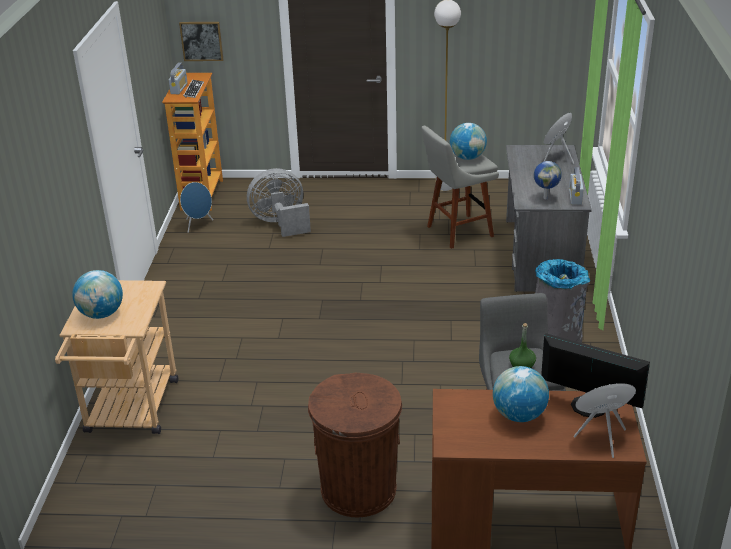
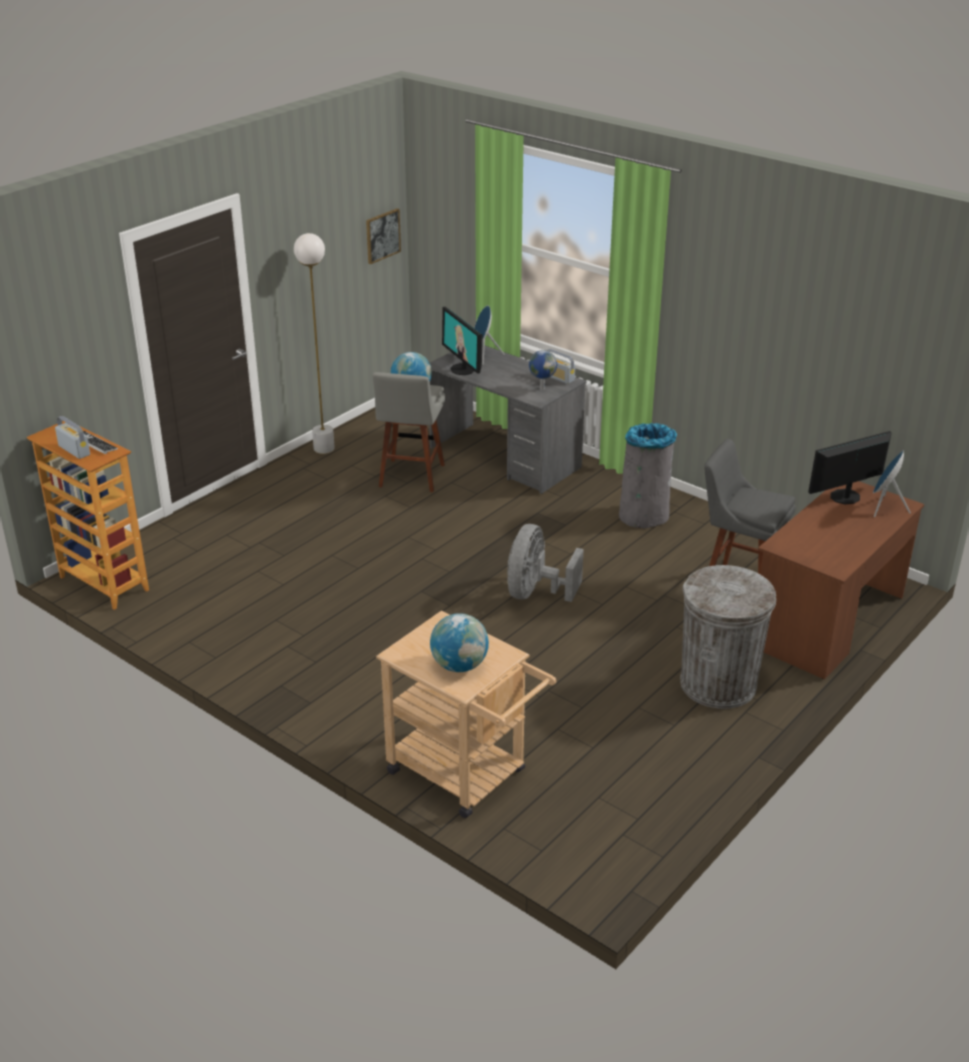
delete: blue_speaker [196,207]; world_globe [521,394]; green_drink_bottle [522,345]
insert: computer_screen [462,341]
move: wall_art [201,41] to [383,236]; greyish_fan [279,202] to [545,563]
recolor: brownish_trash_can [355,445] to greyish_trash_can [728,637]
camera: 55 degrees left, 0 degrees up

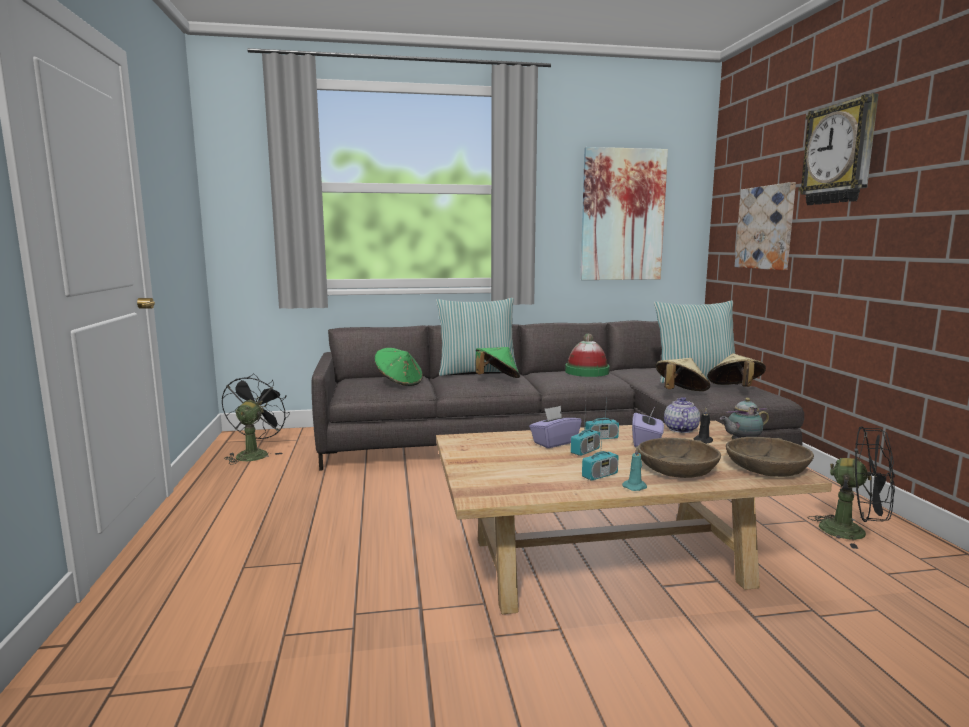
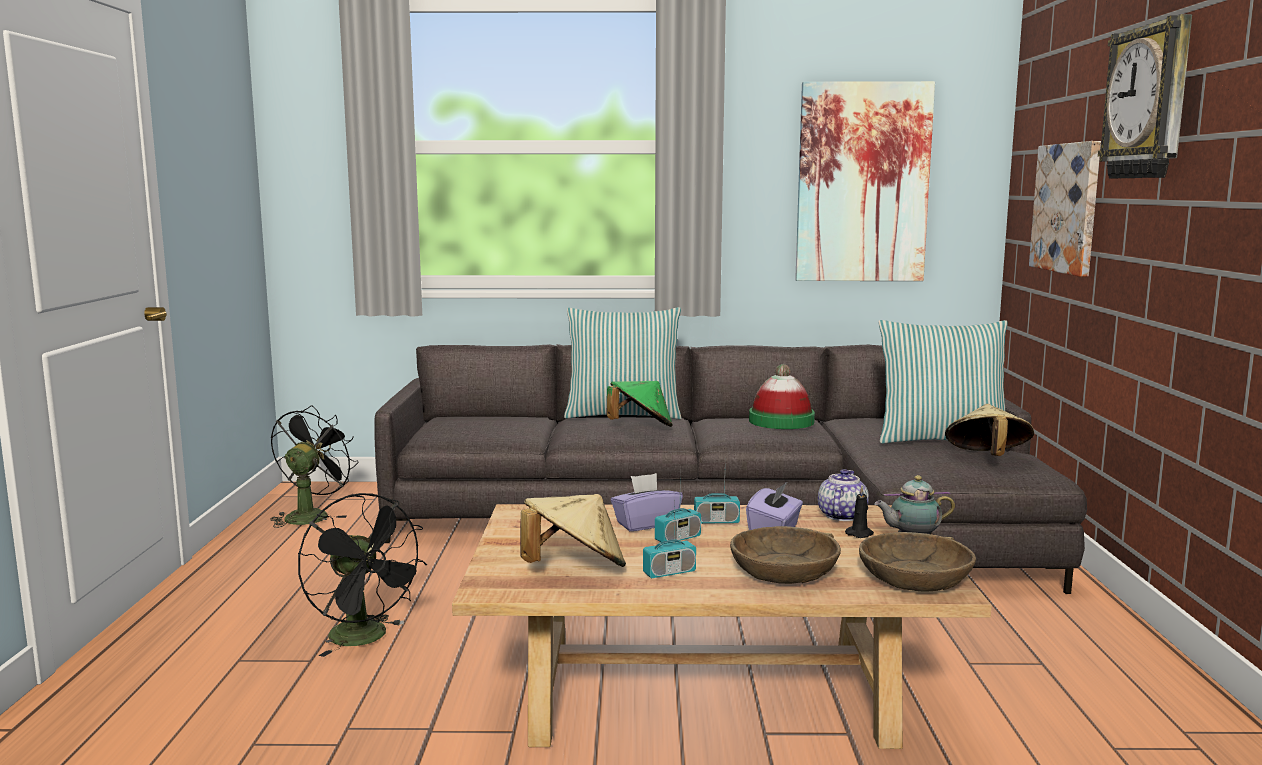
delete: green_hat [398,367]; turquoise-coloured_wax_light [634,468]
move: sand-coloured_hat [682,374] to [573,530]; black-coloured_fan [851,487] to [362,575]
camera: 10 degrees right, 0 degrees up

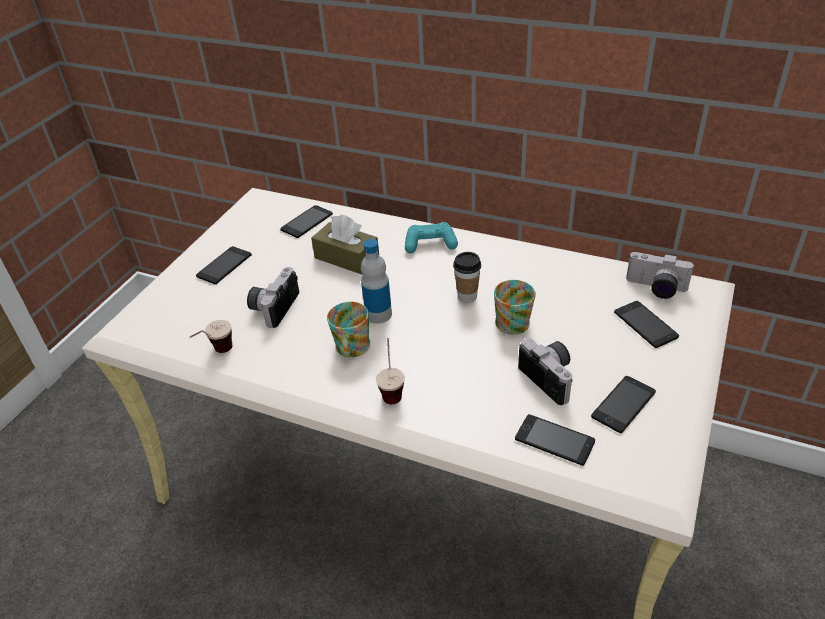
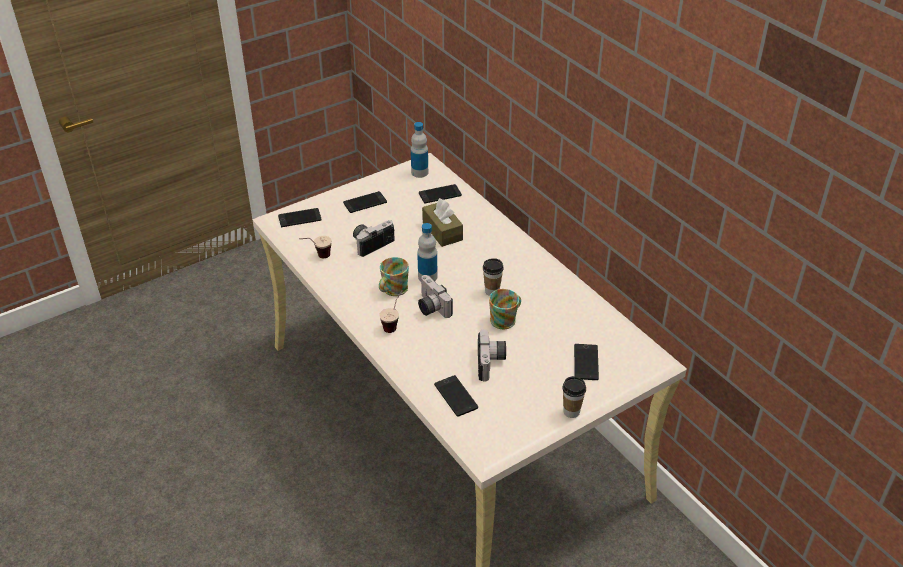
delete: turquoise-coloured_joypad [431,237]
insert: drink_bottle [419,150]; cup [574,397]
move: phone [623,404] to [300,217]; photo_camera [660,275] to [435,296]
camera: 30 degrees right, 0 degrees up

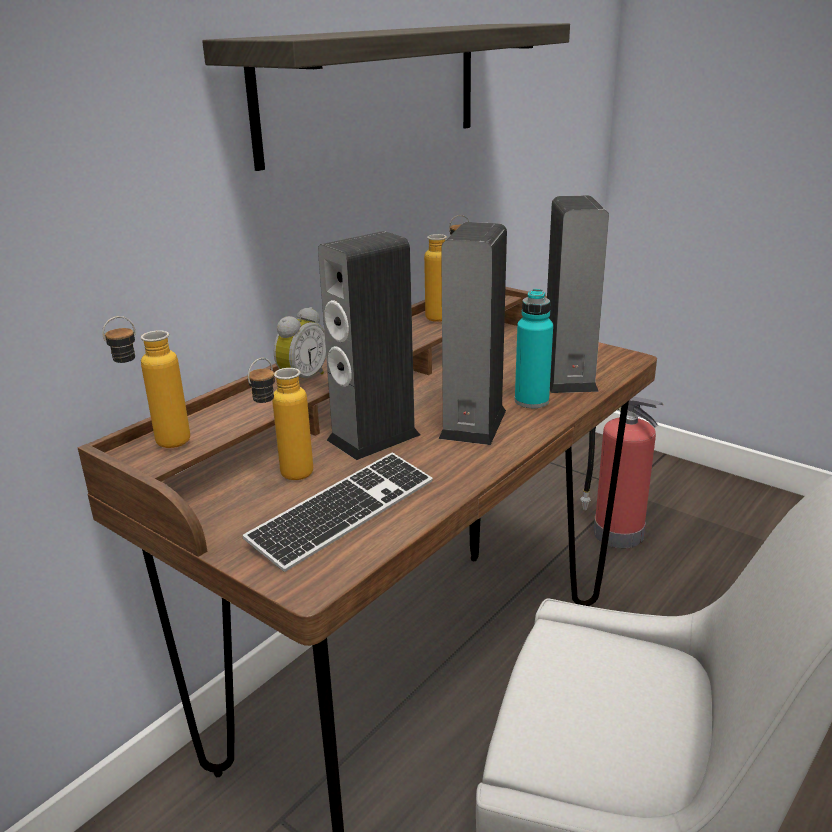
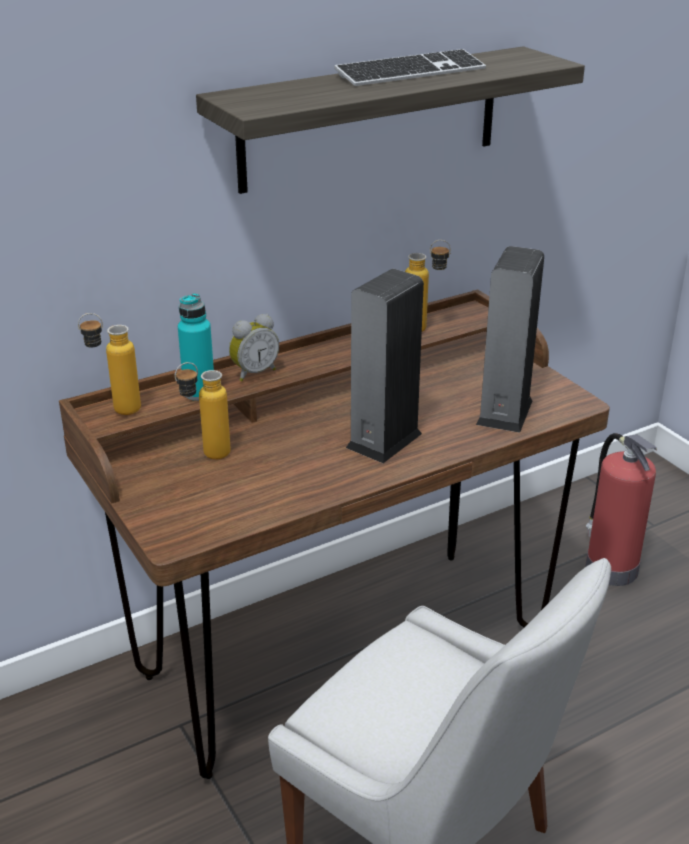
delete: speaker [369,345]
move: keyboard [338,512] to [410,67]; turquoise-coloured_drink_bottle [534,348] to [196,347]
camera: 20 degrees right, 5 degrees up

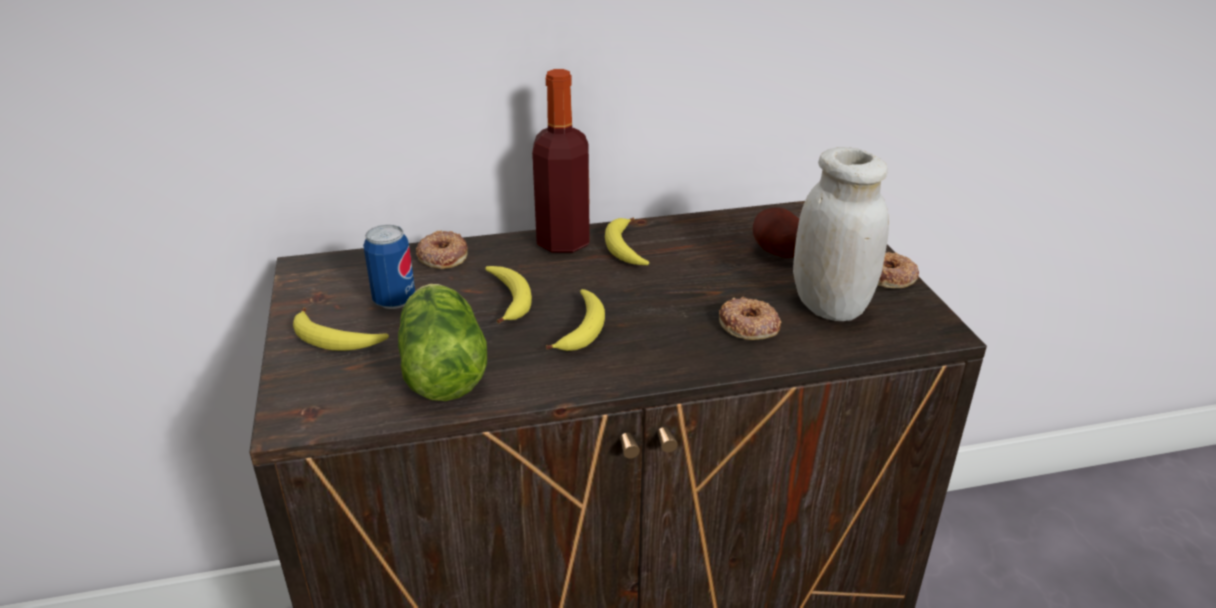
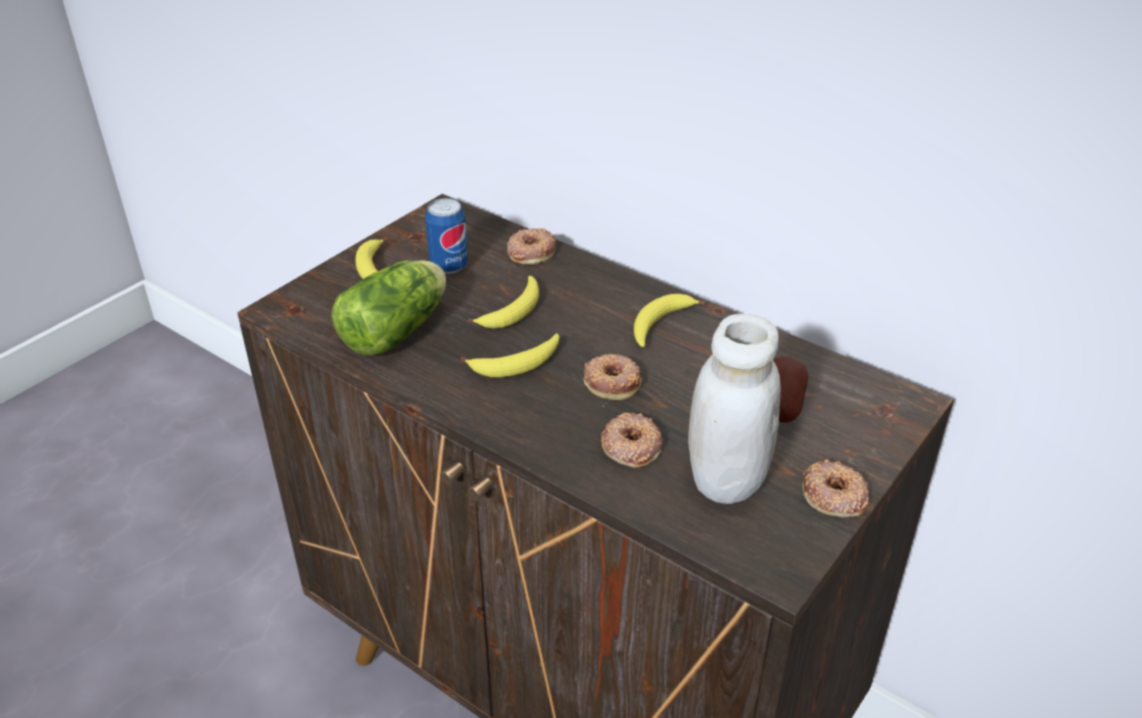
delete: drink_bottle [561,161]
insert: ring_doughnut [613,377]
camera: 50 degrees right, 5 degrees up

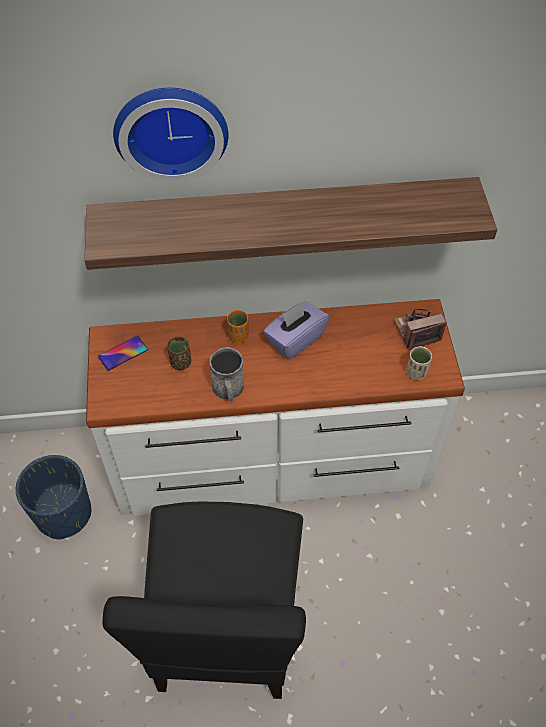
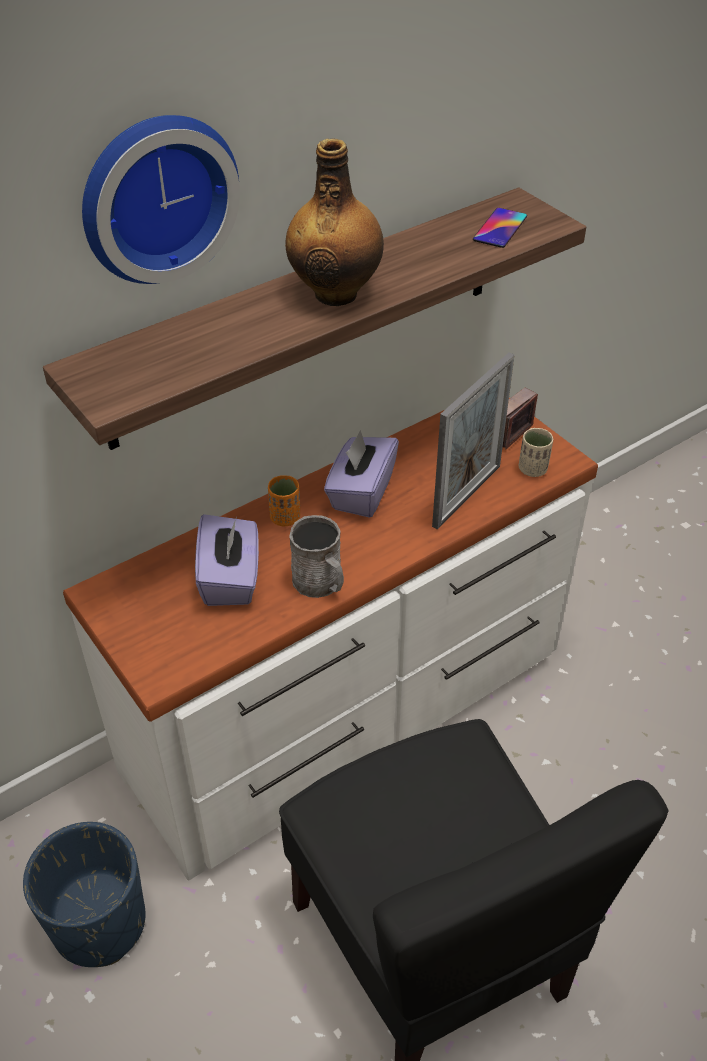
insert: drink_bottle [334,222]; standing_frame [473,441]
move: phone [123,353] to [500,228]
replace: brownish_cup [179,353] to purple-coloured_tissue_box [227,560]
camera: 30 degrees left, 10 degrees down

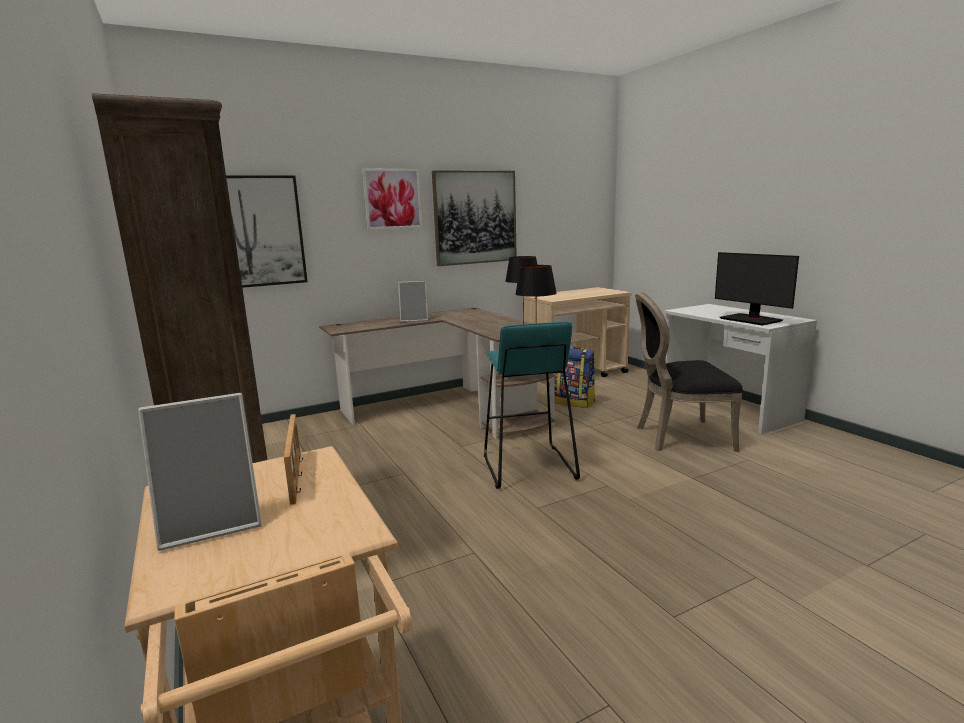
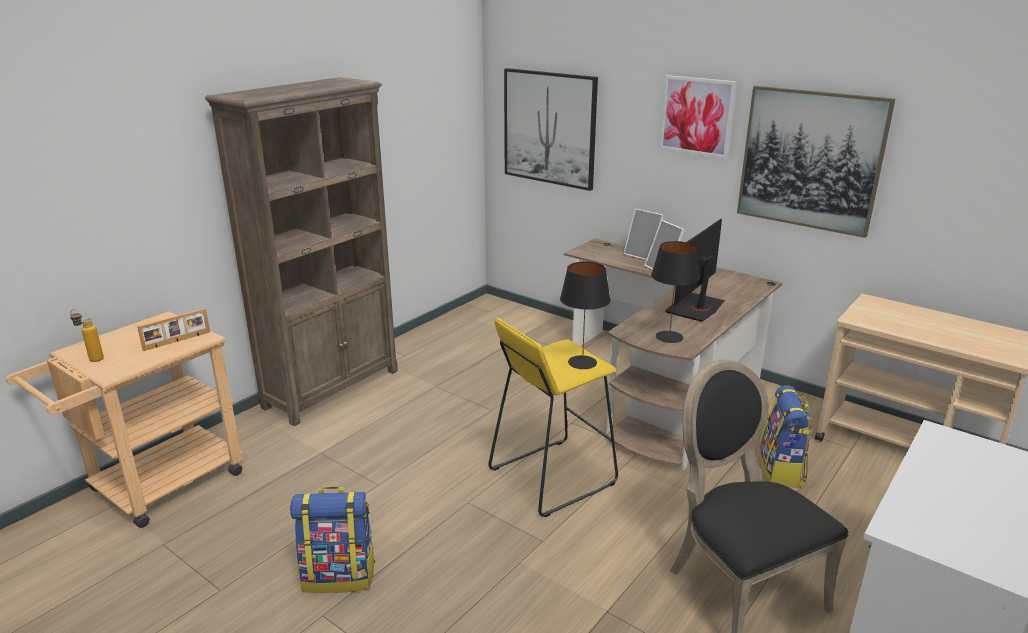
insert: drink_bottle [87,335]; knapsack [333,539]
move: standing_frame [200,472] to [643,234]; computer_screen [757,289] to [695,270]
recolor: turquoise-coloured_stool_seat [532,405] to yellowish_stool_seat [553,417]
camera: 65 degrees right, 10 degrees up

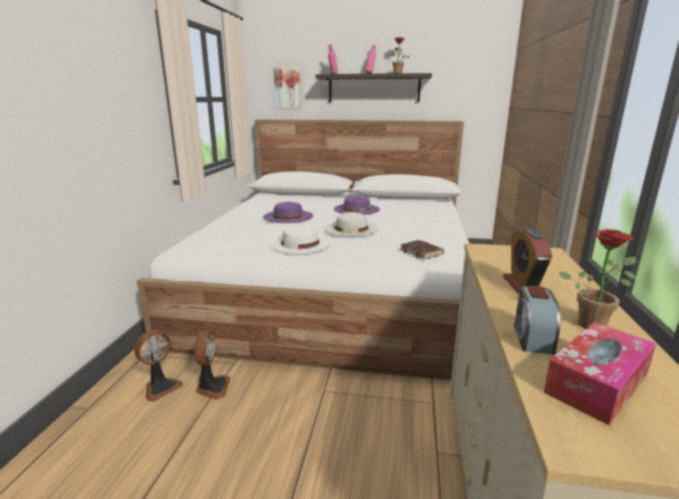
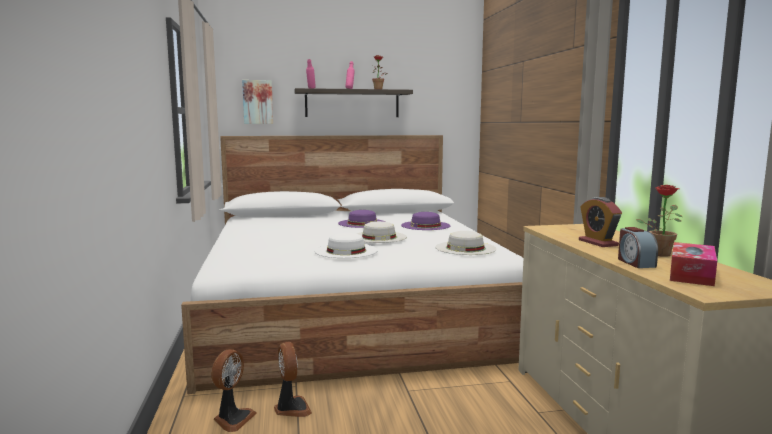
move: purple-coloured_hat [288,212] to [426,221]
replace: brownish_book [422,250] to white_hat [466,243]
camera: 20 degrees left, 10 degrees down

